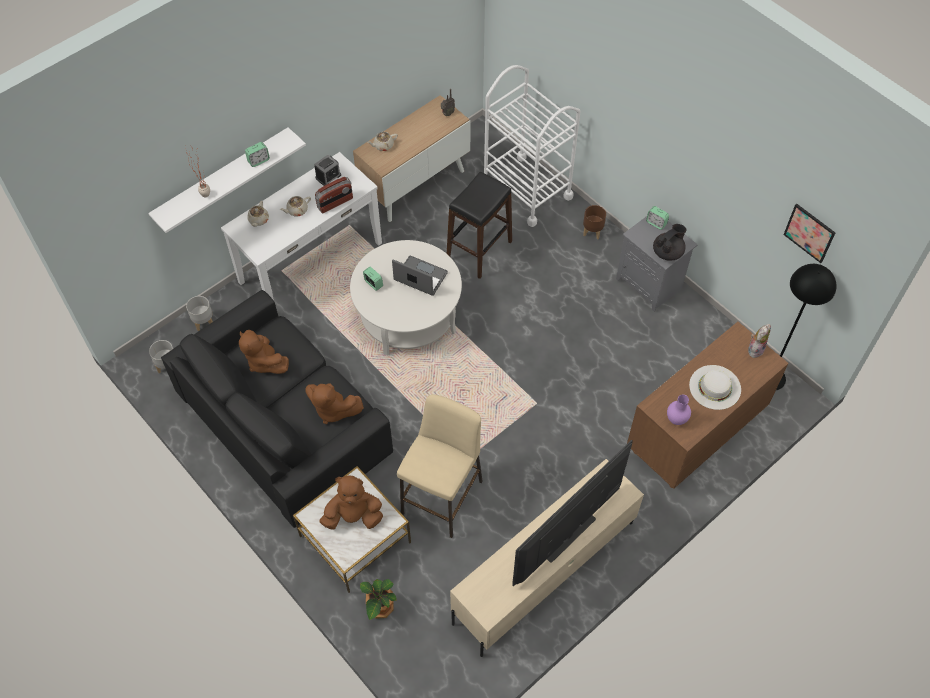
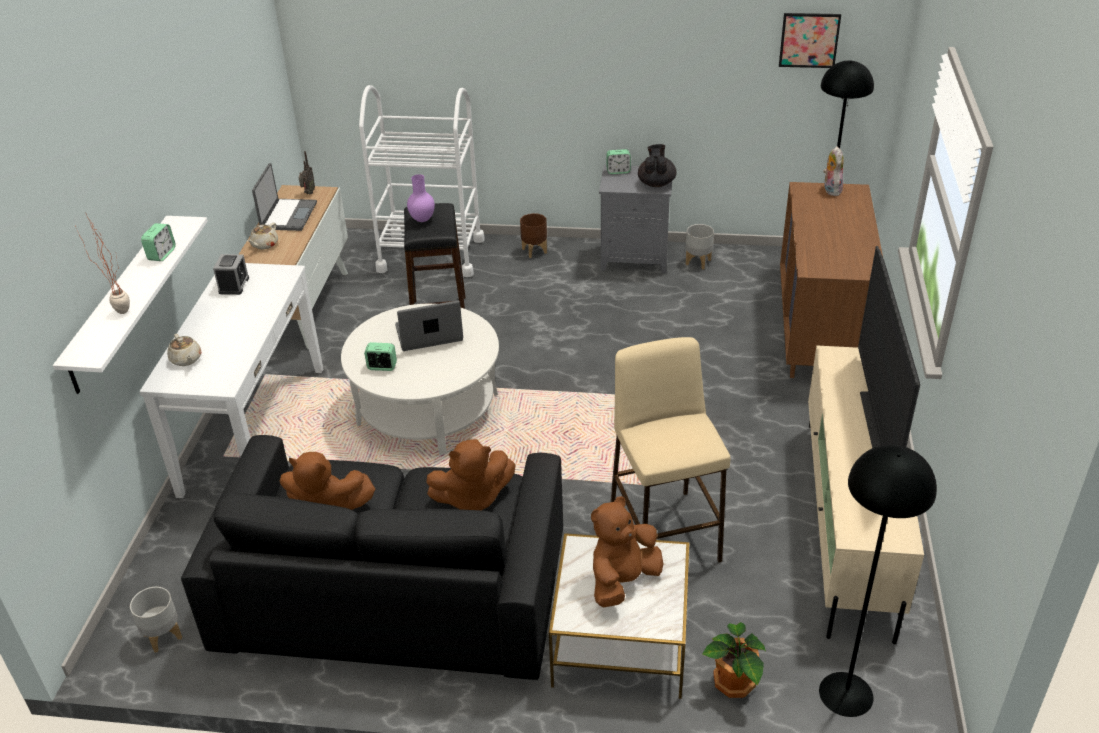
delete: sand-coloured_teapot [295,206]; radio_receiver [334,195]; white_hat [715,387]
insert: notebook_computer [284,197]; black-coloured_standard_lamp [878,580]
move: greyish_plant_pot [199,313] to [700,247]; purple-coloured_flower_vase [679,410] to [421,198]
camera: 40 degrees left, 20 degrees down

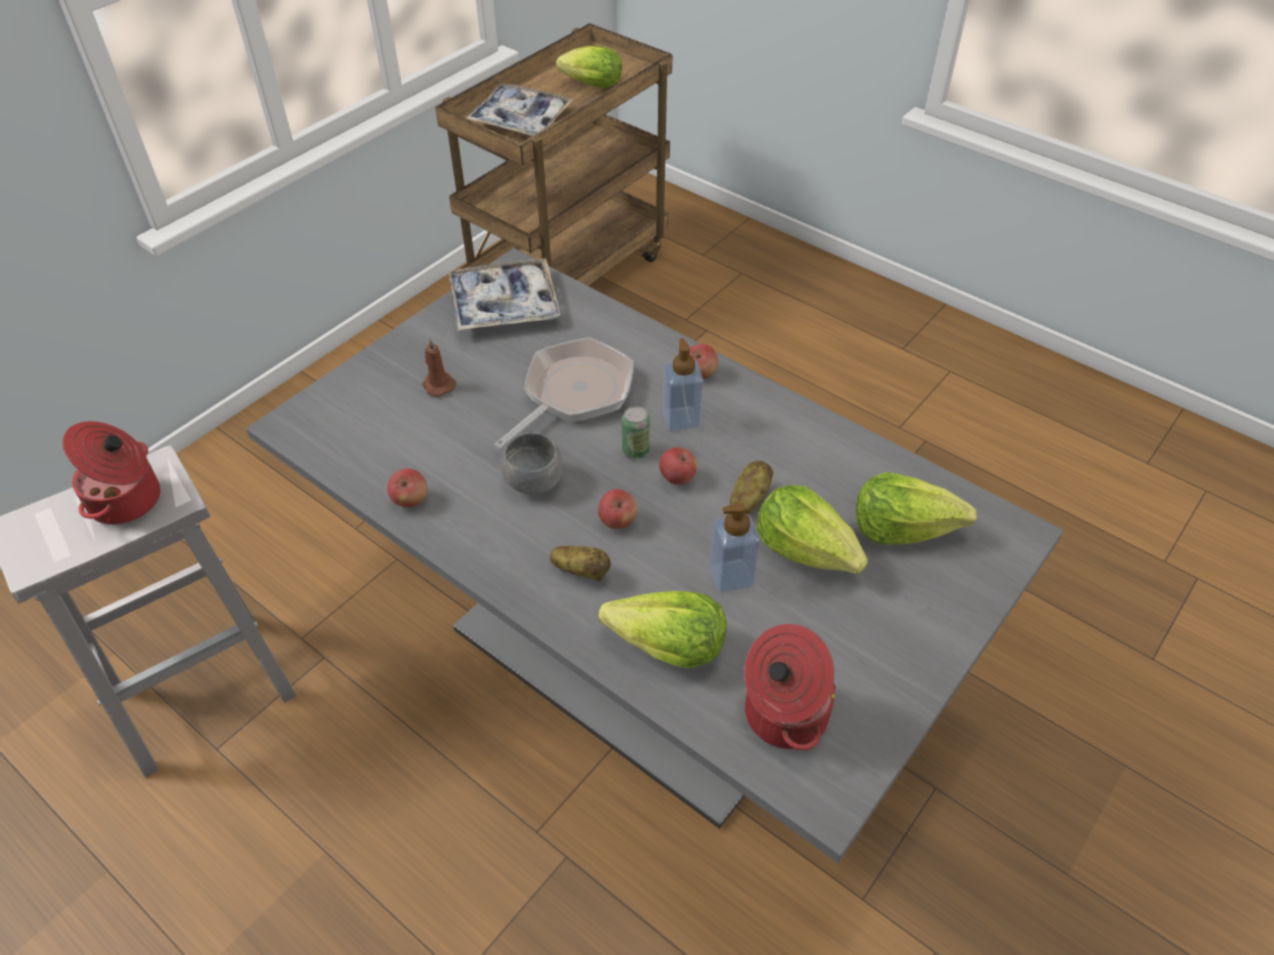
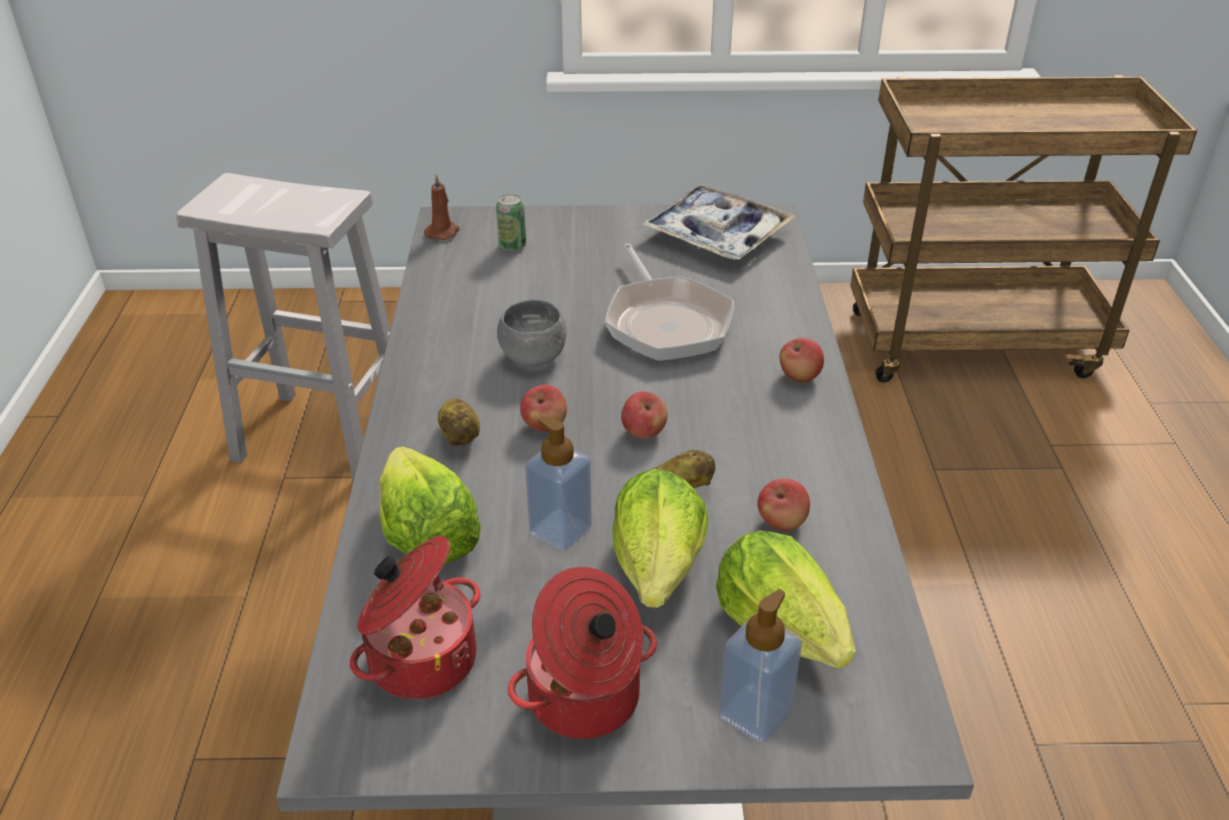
delete: carrying_tray [520,110]; lettuce_head [589,67]
move: cooking_pot [111,473] to [582,653]; apple_fruit [407,487] to [783,505]; brownish_wax_light [439,367] to [441,207]; can [636,432] to [511,222]; soap_bottle [683,384] to [760,666]
rotate: frying_pan [564,393] = [669,302] 75 degrees clockwise
camera: 50 degrees right, 10 degrees down

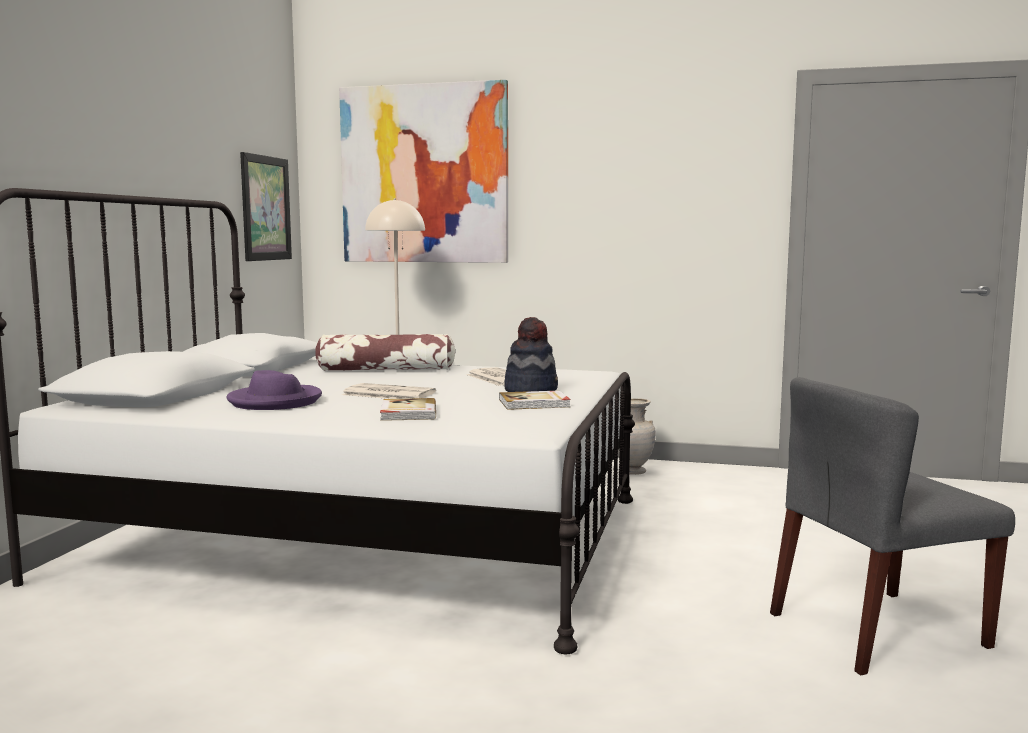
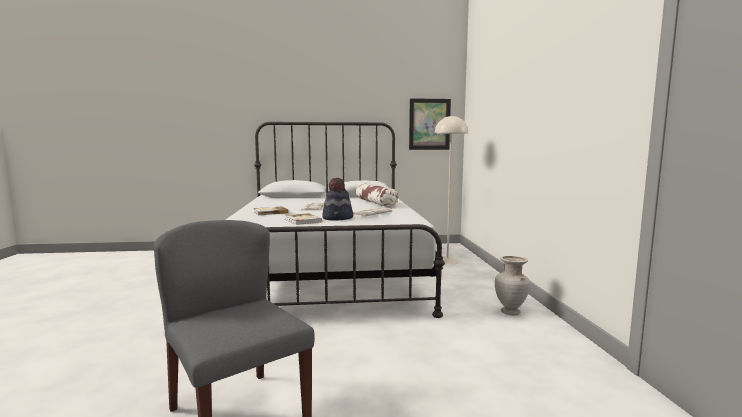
delete: purple-coloured_hat [274,390]; wall_art [423,171]
camera: 70 degrees right, 0 degrees up

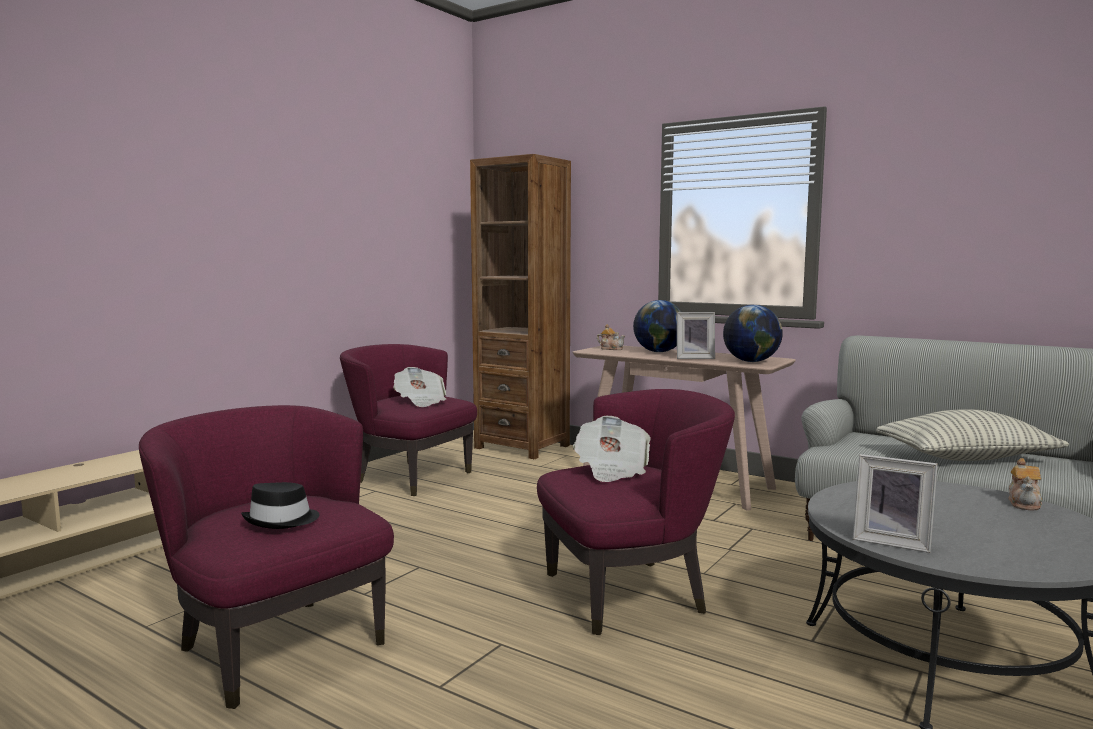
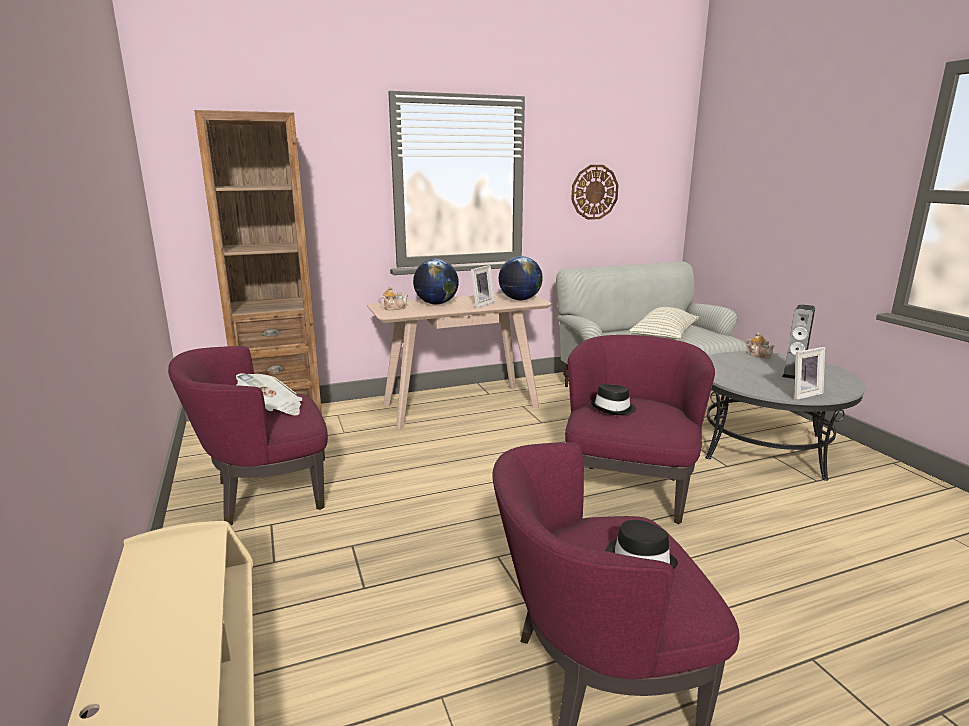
insert: hanging_clock [595,192]; speaker [798,341]
replace: printed_paper [612,449] to black-coloured_hat [613,399]
camera: 55 degrees left, 10 degrees up

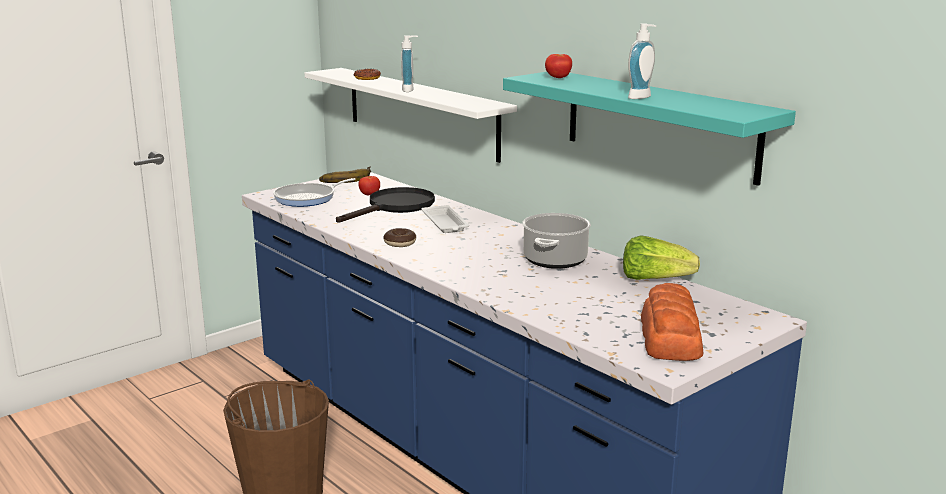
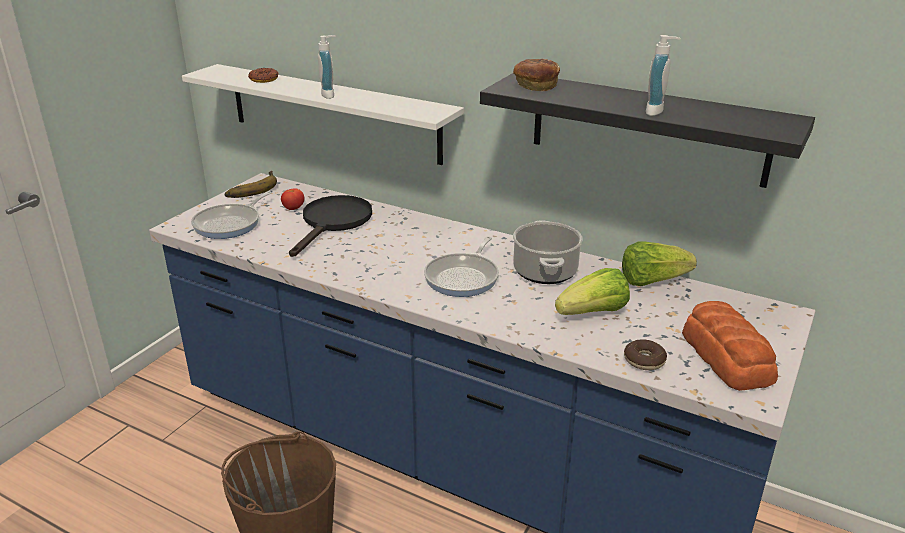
delete: white_carrying_tray [445,219]
insert: frying_pan [461,266]; lettuce_head [592,291]
move: ring_doughnut [400,237] to [645,354]
replace: whole_tomato [558,66] to baked_bread [536,75]
recolor: turquoise-coloured_shelf [649,129] to black-coloured_shelf [647,130]
camera: 20 degrees left, 10 degrees up

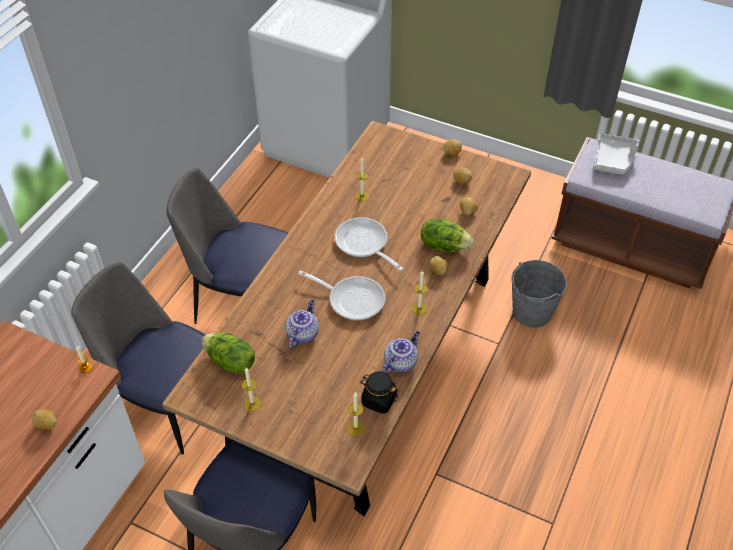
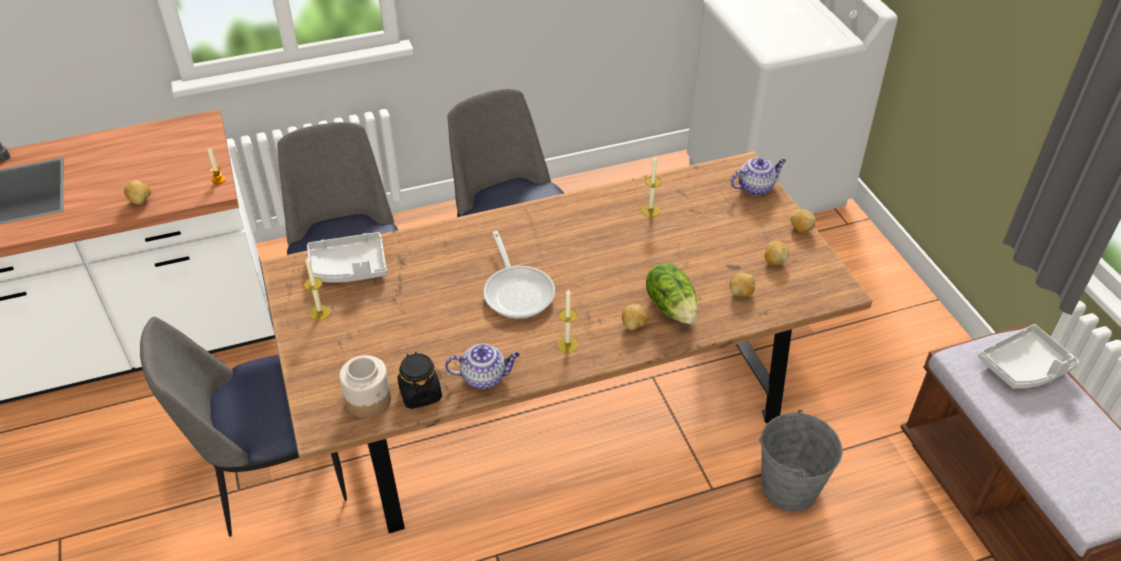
delete: frying_pan [369,244]
move: teapot [302,324] to [758,176]
replace: lettuce_head [228,354] to greyish_carrying_tray [347,257]; wax_light [356,414] to jar [365,386]
camera: 45 degrees right, 5 degrees down

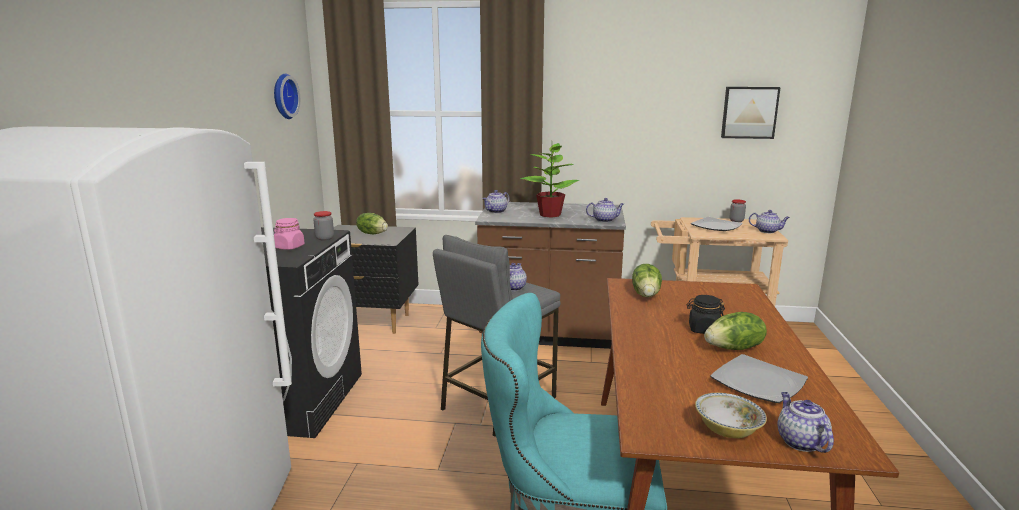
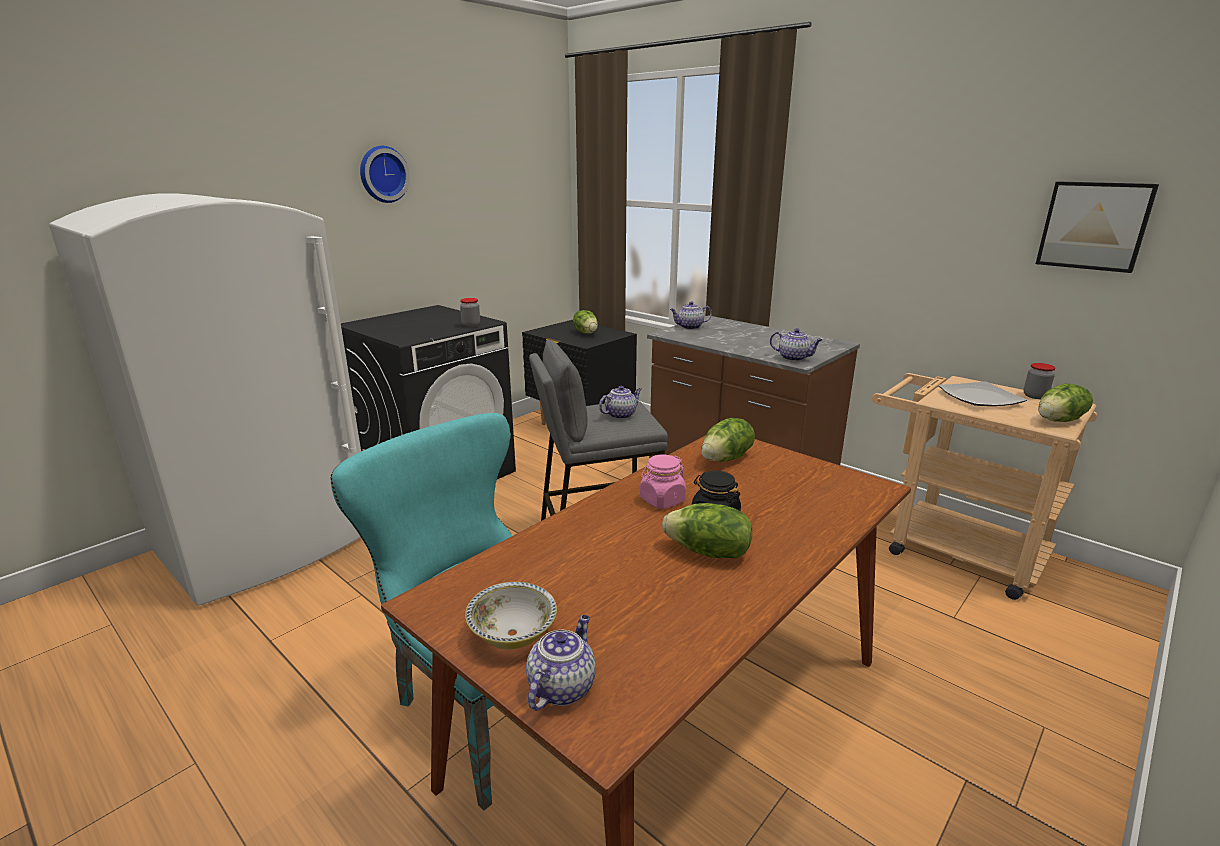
delete: houseplant [549,180]; dinner_plate [759,378]
move: hanging_clock [287,96] to [385,174]; pink-coloured_jar [289,234] to [663,482]
replace: teapot [769,221] to lettuce_head [1065,403]
camera: 35 degrees right, 5 degrees up

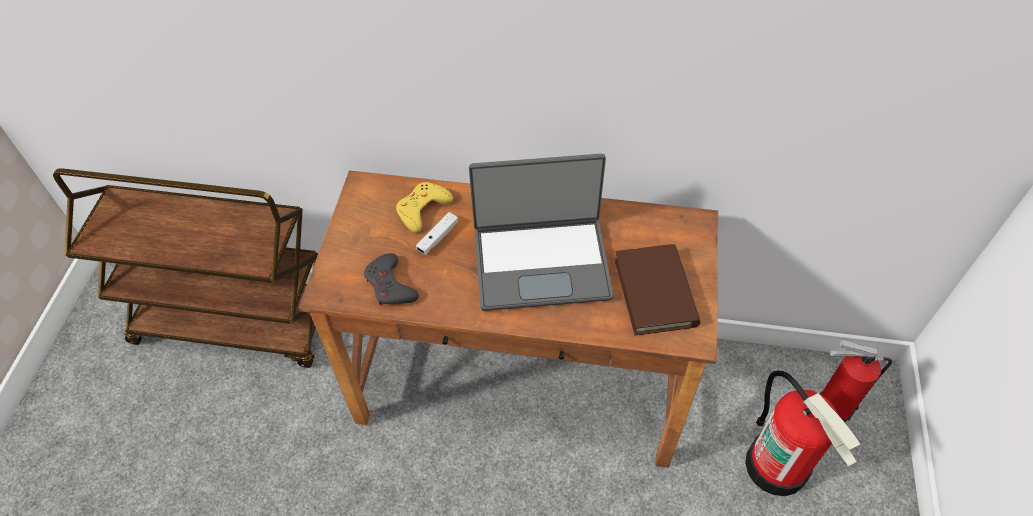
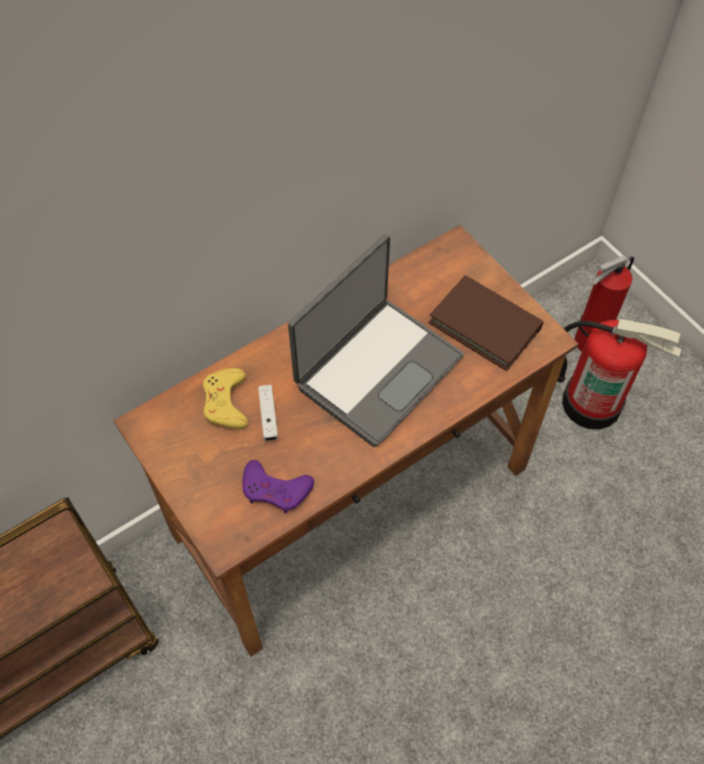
recolor: greyish_joypad [391,279] to purple-coloured_joypad [278,487]
camera: 45 degrees left, 5 degrees up

